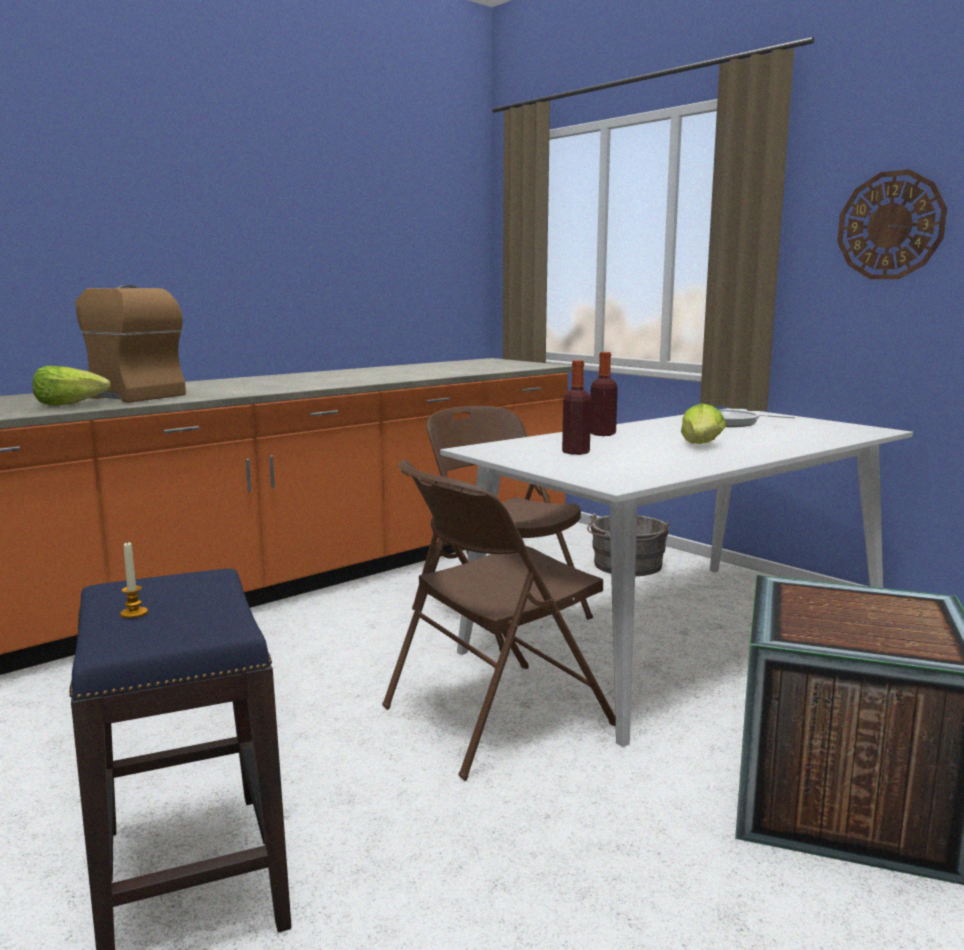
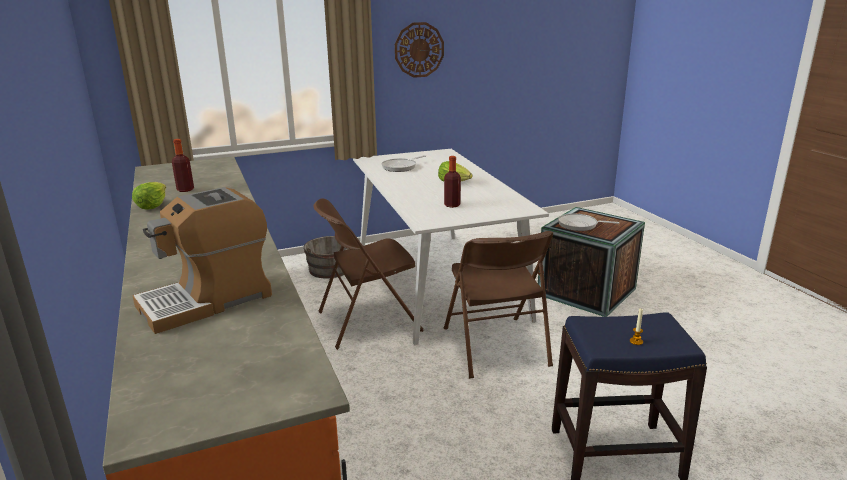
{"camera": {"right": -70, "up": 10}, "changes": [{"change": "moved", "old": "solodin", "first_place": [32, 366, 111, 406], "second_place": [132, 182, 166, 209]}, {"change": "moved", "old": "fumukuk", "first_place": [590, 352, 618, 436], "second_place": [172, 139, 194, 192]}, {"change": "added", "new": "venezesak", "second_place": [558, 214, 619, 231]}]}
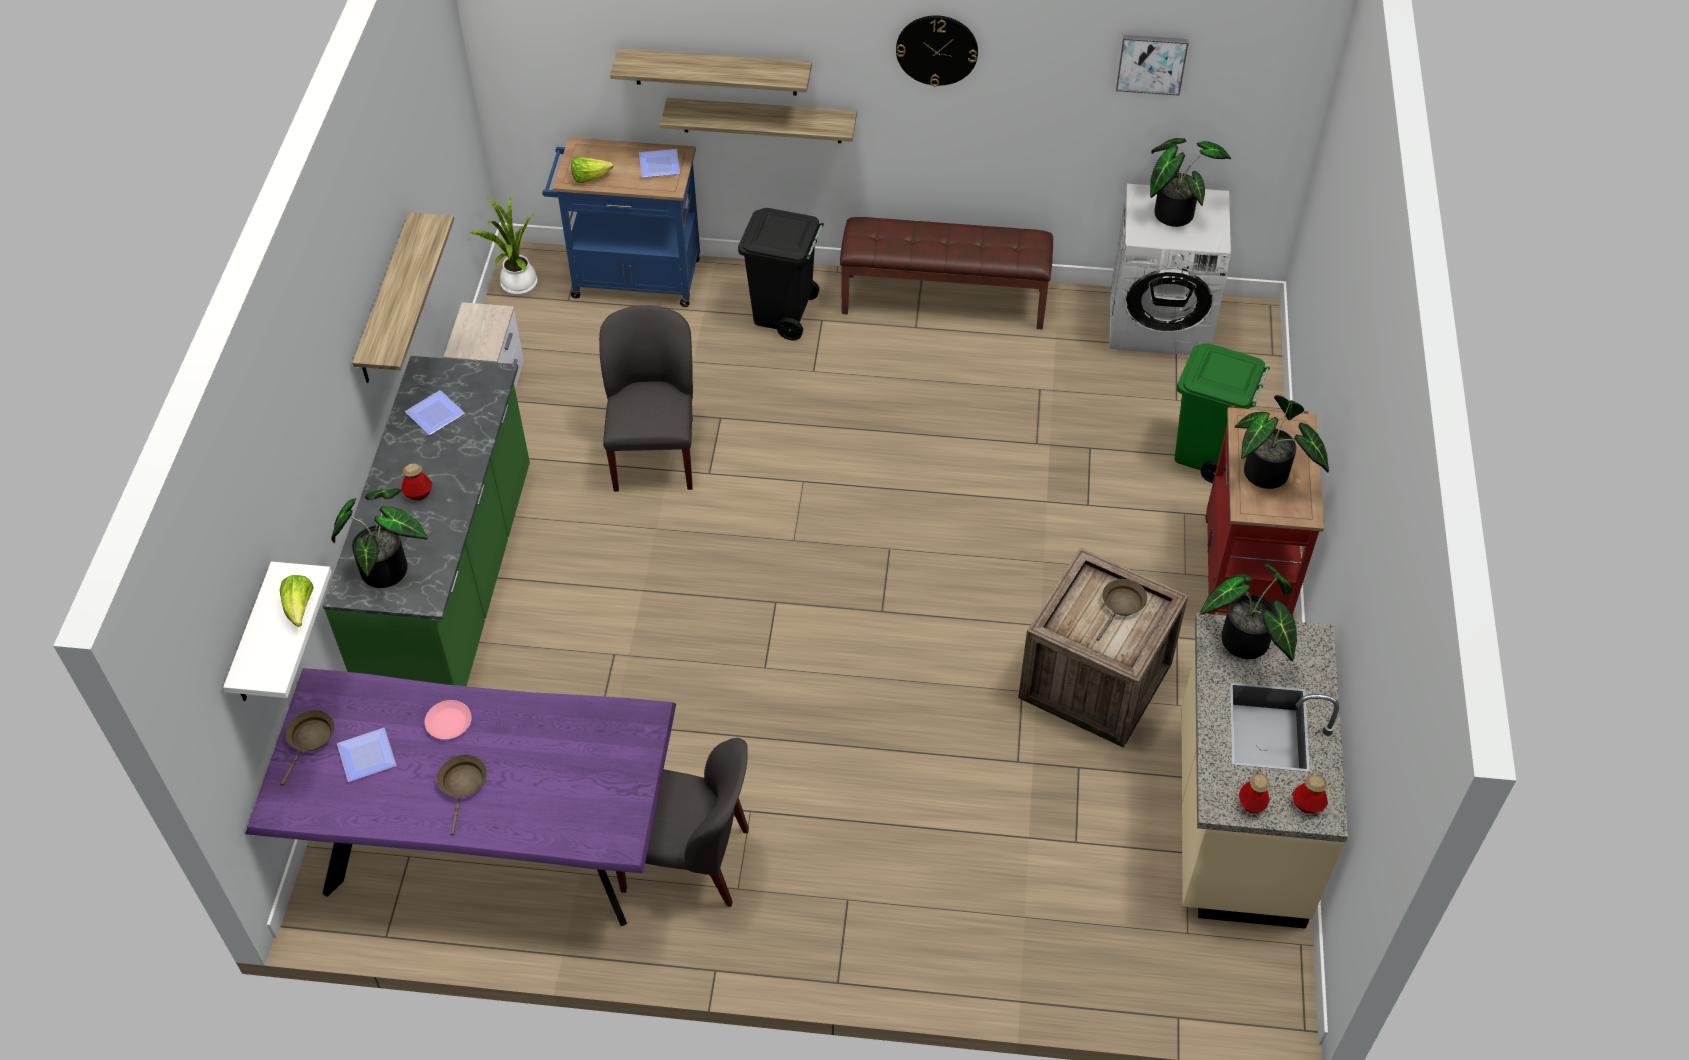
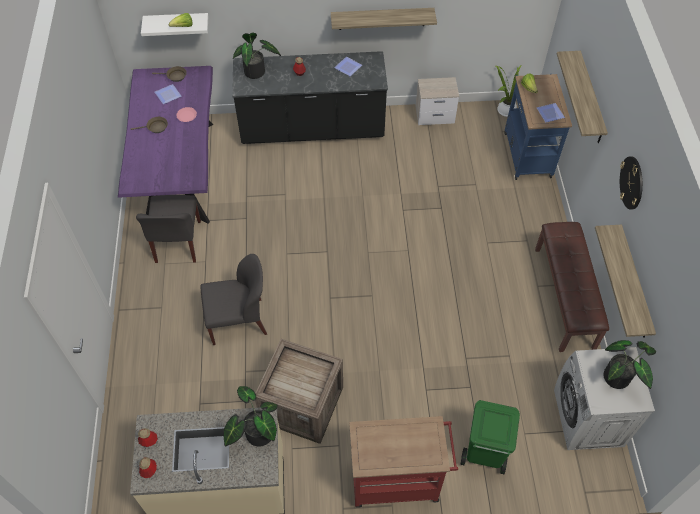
{"camera": {"right": 80, "up": 5}, "changes": [{"change": "moved", "old": "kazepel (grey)", "first_place": [599, 305, 693, 492], "second_place": [200, 254, 267, 345]}, {"change": "recoloured", "old": "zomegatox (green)", "new": "zomegatox (black)", "first_place": [323, 356, 530, 686], "second_place": [232, 51, 388, 144]}, {"change": "moved", "old": "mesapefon", "first_place": [660, 98, 857, 143], "second_place": [595, 225, 656, 338]}, {"change": "removed", "old": "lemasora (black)", "first_place": [738, 208, 824, 340]}, {"change": "removed", "old": "venezesak (brown)", "first_place": [1096, 579, 1147, 641]}, {"change": "removed", "old": "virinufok", "first_place": [1116, 35, 1189, 96]}, {"change": "removed", "old": "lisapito", "first_place": [1235, 395, 1329, 489]}]}
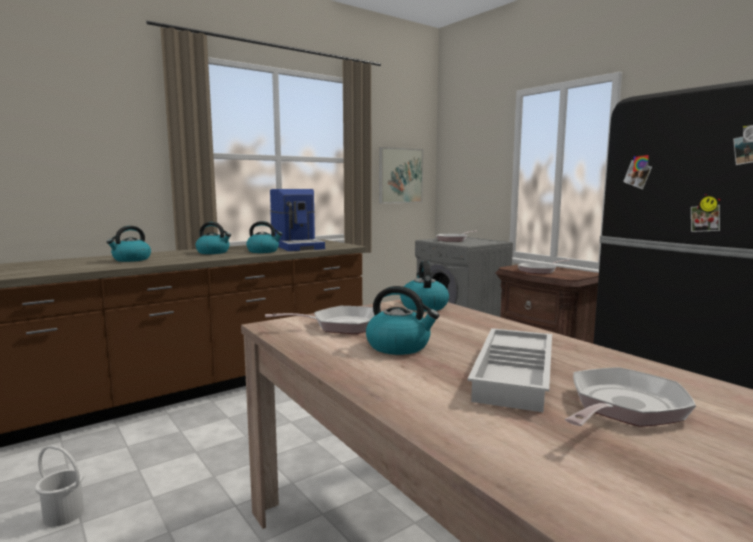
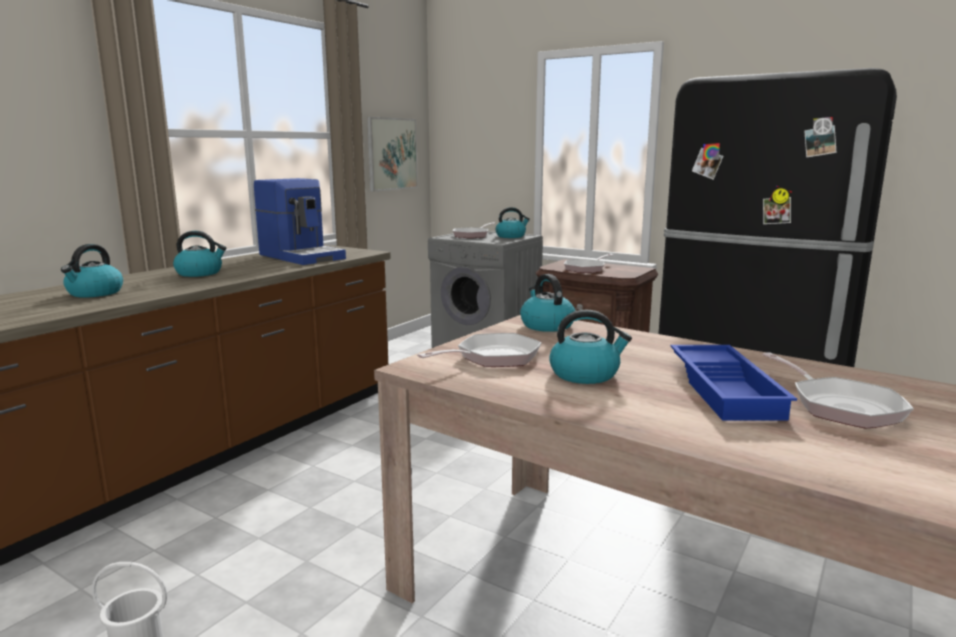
{"camera": {"right": -20, "up": 5}, "changes": [{"change": "moved", "old": "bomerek", "first_place": [246, 221, 283, 253], "second_place": [496, 207, 530, 238]}, {"change": "recoloured", "old": "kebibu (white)", "new": "kebibu (blue)", "first_place": [467, 328, 552, 412], "second_place": [670, 345, 797, 420]}, {"change": "turned", "old": "venezesak", "first_place": [565, 367, 696, 427], "second_place": [762, 352, 914, 429], "degrees": 135}]}
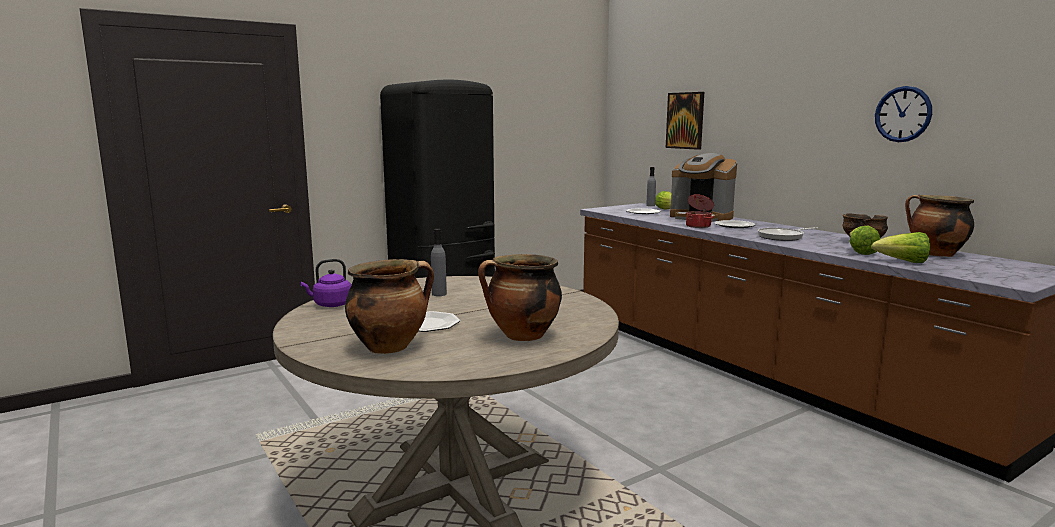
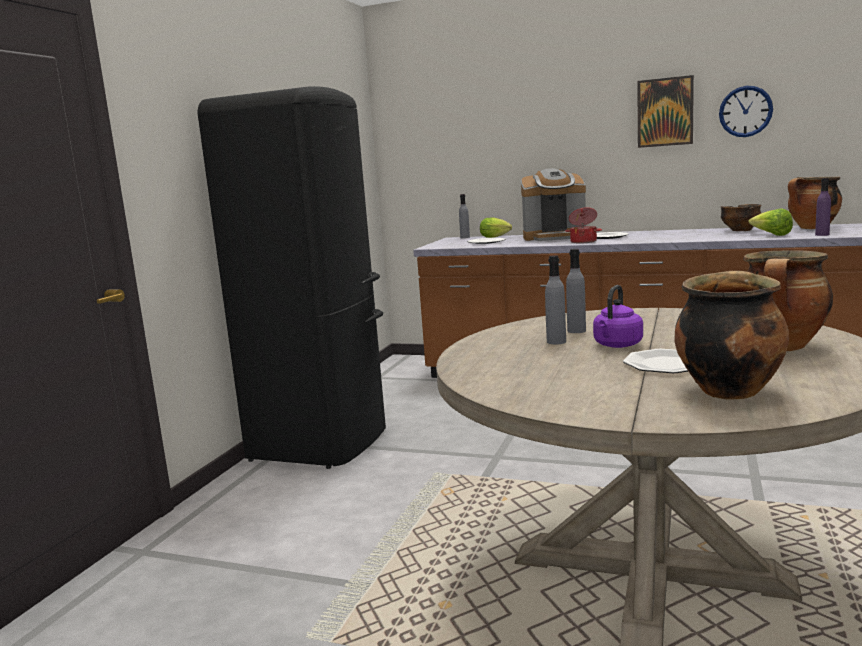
{"camera": {"right": -35, "up": 0}, "changes": [{"change": "added", "new": "fumukuk (grey)", "second_place": [566, 249, 586, 333]}, {"change": "moved", "old": "bomerek (purple)", "first_place": [300, 259, 351, 307], "second_place": [593, 285, 643, 348]}, {"change": "moved", "old": "virinufok", "first_place": [666, 92, 704, 150], "second_place": [637, 75, 694, 148]}, {"change": "replaced", "old": "solodin", "new": "fumukuk (purple)", "first_place": [871, 232, 930, 263], "second_place": [815, 178, 831, 236]}, {"change": "removed", "old": "venezesak", "first_place": [758, 227, 818, 241]}]}
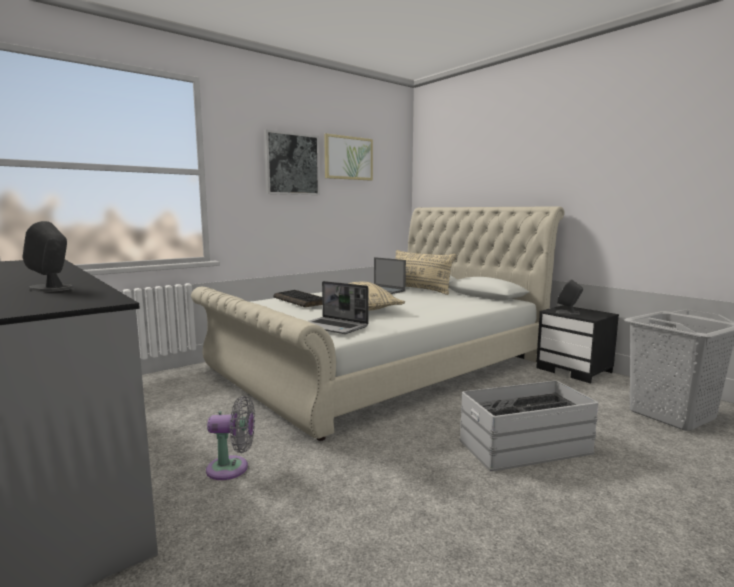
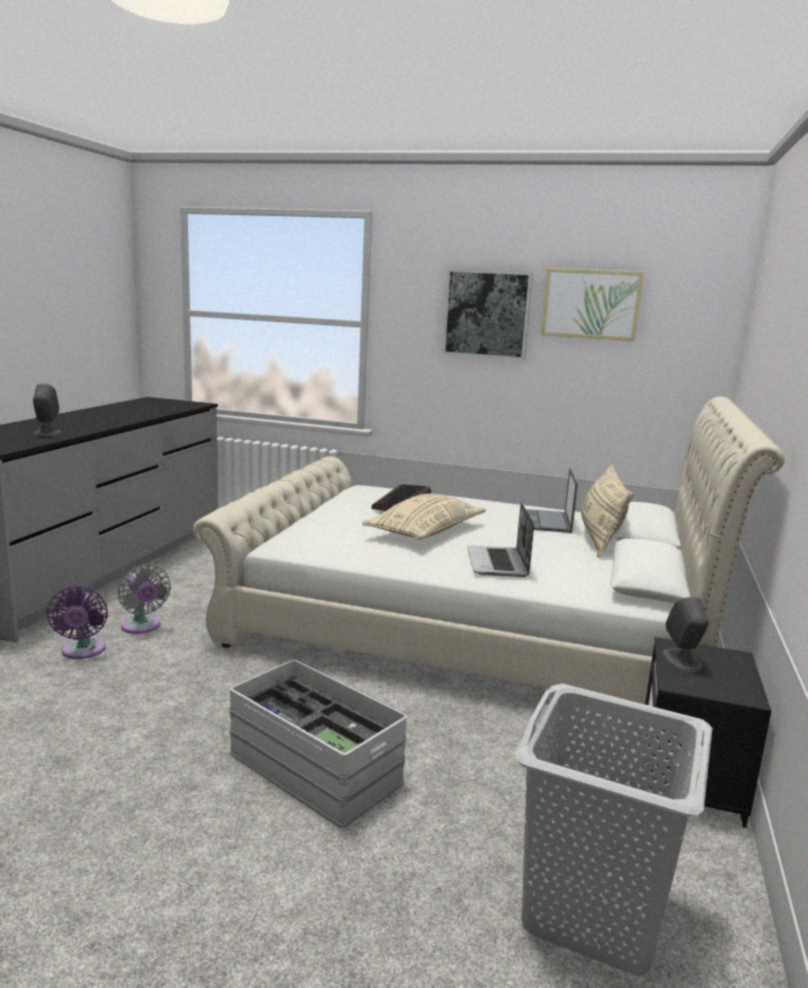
{"camera": {"right": 55, "up": 5}, "changes": [{"change": "added", "new": "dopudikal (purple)", "second_place": [46, 586, 108, 659]}, {"change": "moved", "old": "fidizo", "first_place": [308, 281, 368, 334], "second_place": [467, 502, 534, 577]}]}
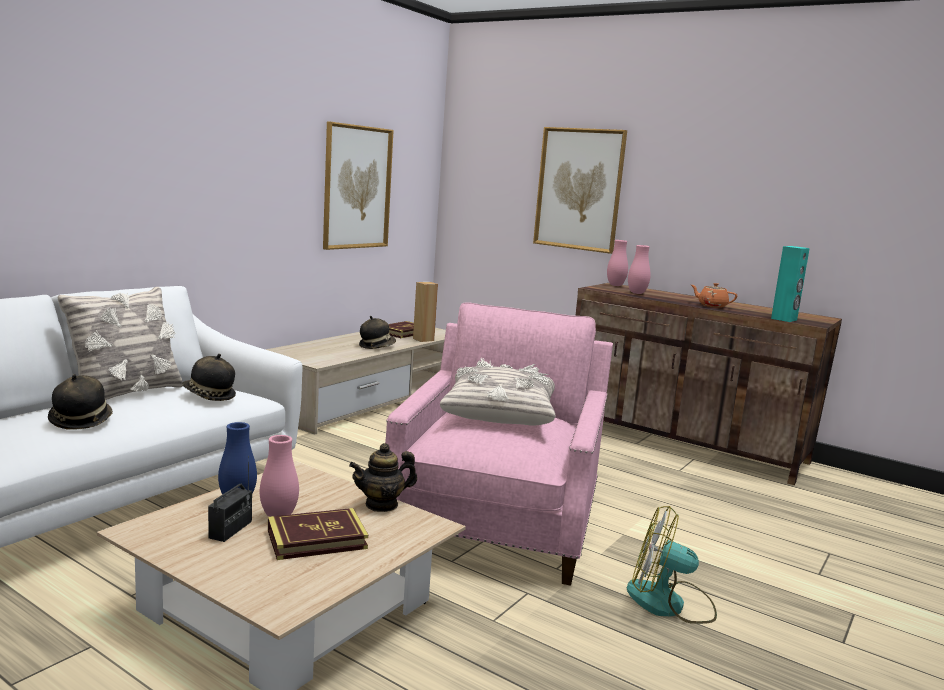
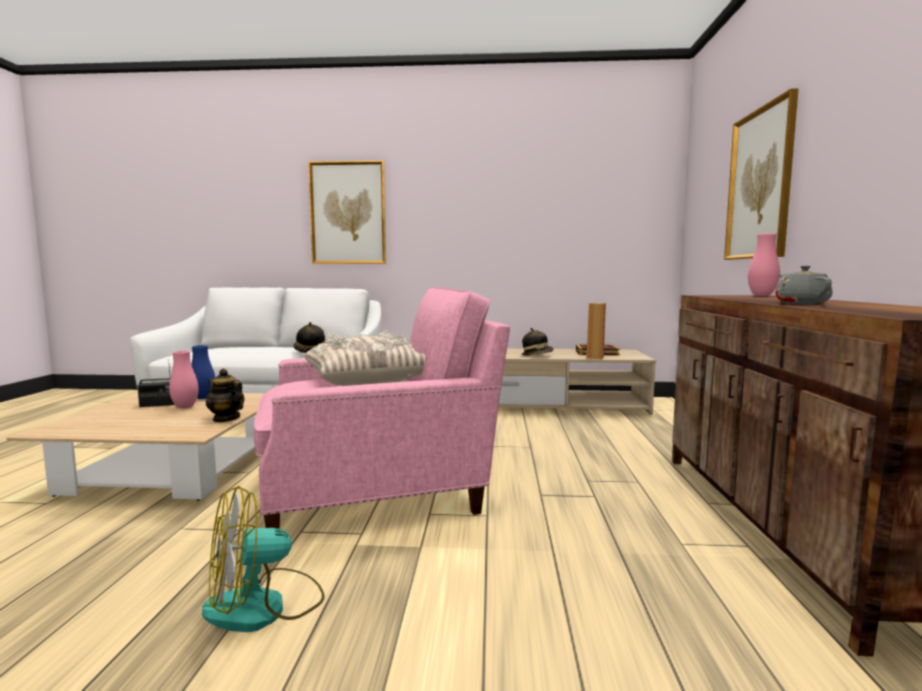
{"camera": {"right": 60, "up": -5}, "changes": [{"change": "turned", "old": "dopudikal", "first_place": [627, 506, 717, 624], "second_place": [202, 486, 325, 632], "degrees": -105}, {"change": "moved", "old": "virinufok", "first_place": [323, 122, 394, 250], "second_place": [308, 161, 386, 264]}, {"change": "recoloured", "old": "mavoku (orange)", "new": "mavoku (grey)", "first_place": [691, 283, 737, 308], "second_place": [775, 266, 833, 304]}, {"change": "removed", "old": "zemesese", "first_place": [48, 374, 113, 430]}, {"change": "removed", "old": "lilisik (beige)", "first_place": [58, 287, 183, 400]}, {"change": "removed", "old": "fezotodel", "first_place": [268, 508, 368, 560]}, {"change": "removed", "old": "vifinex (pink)", "first_place": [628, 245, 651, 294]}, {"change": "removed", "old": "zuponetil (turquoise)", "first_place": [771, 246, 810, 322]}]}
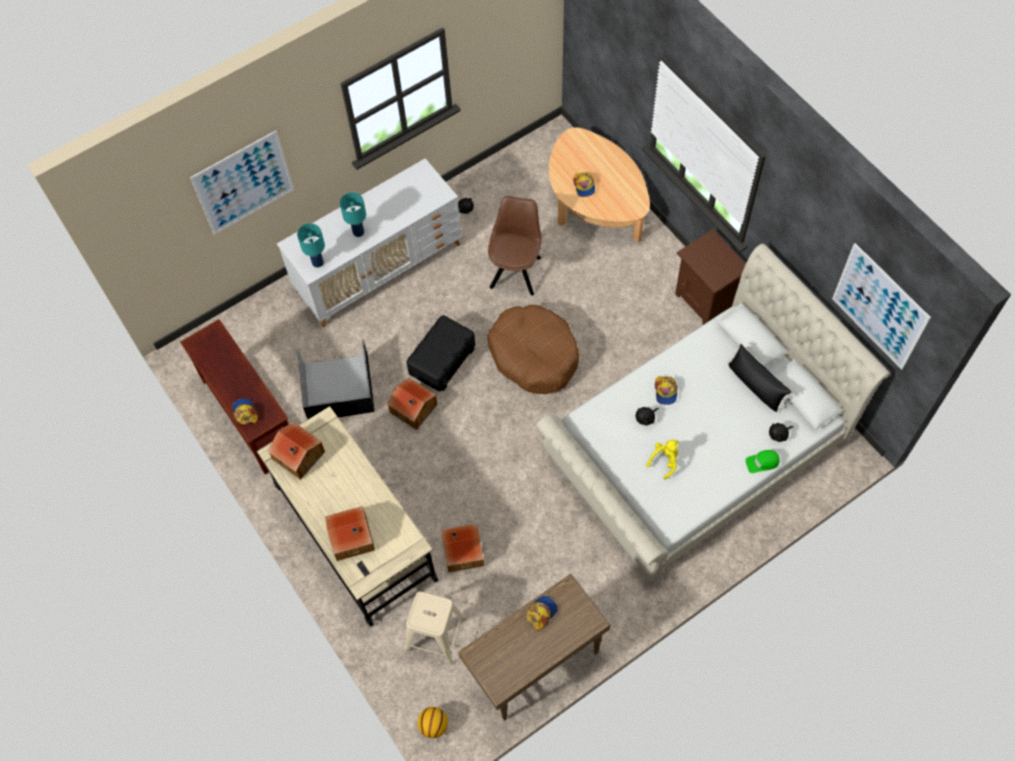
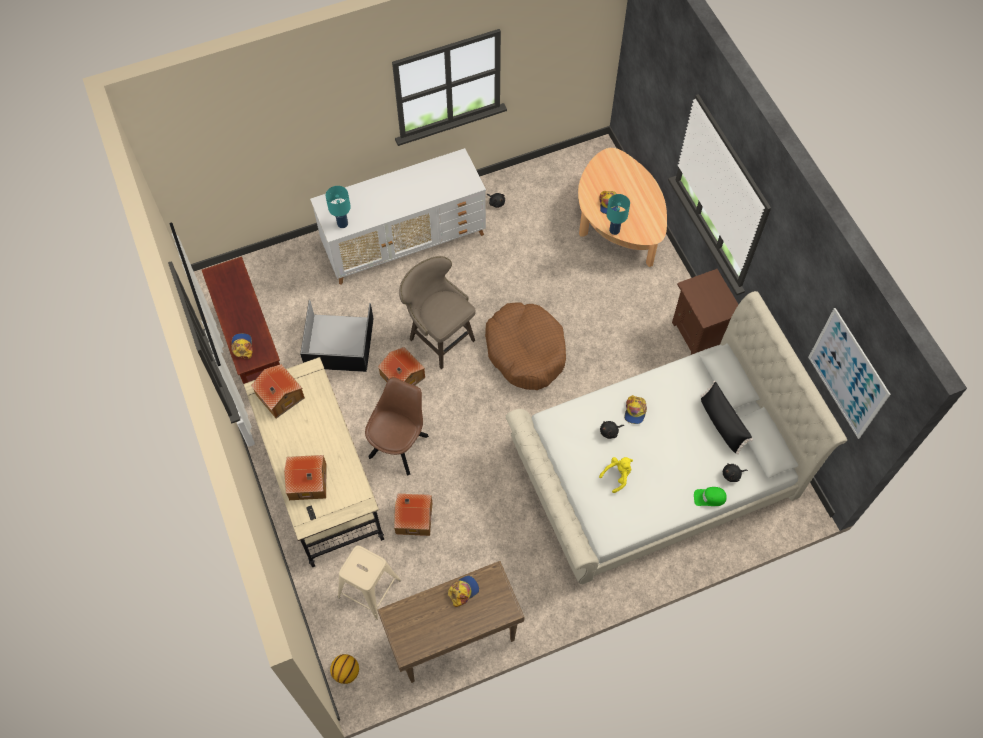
{"camera": {"right": 10, "up": 0}, "changes": [{"change": "moved", "old": "kazepel (brown)", "first_place": [488, 196, 542, 296], "second_place": [365, 377, 429, 476]}, {"change": "replaced", "old": "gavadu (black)", "new": "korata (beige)", "first_place": [407, 315, 476, 391], "second_place": [399, 256, 476, 369]}, {"change": "moved", "old": "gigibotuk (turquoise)", "first_place": [340, 192, 366, 237], "second_place": [607, 194, 630, 235]}, {"change": "removed", "old": "virinufok", "first_place": [190, 131, 294, 235]}]}
